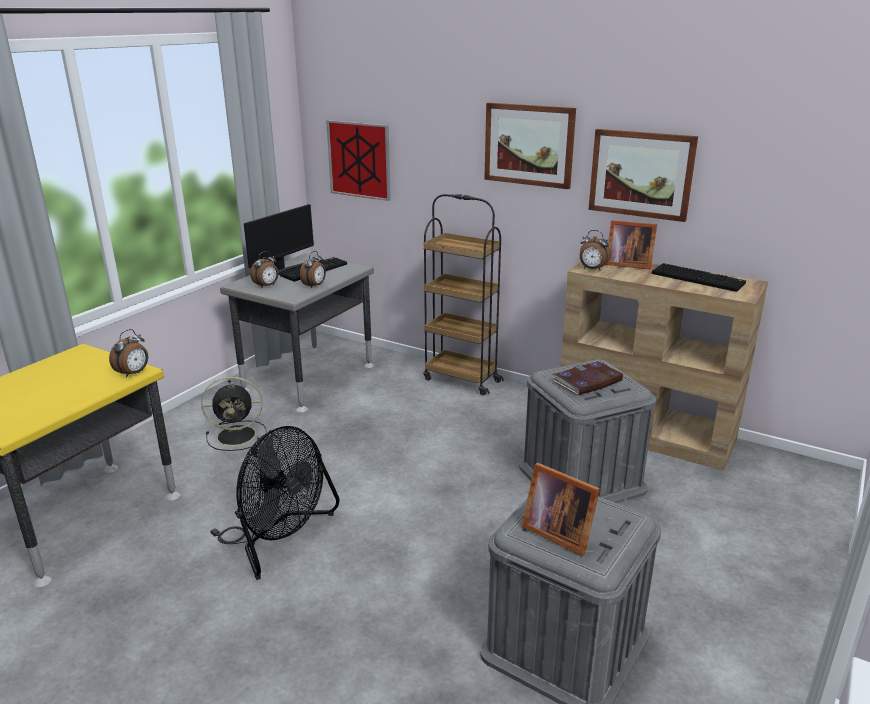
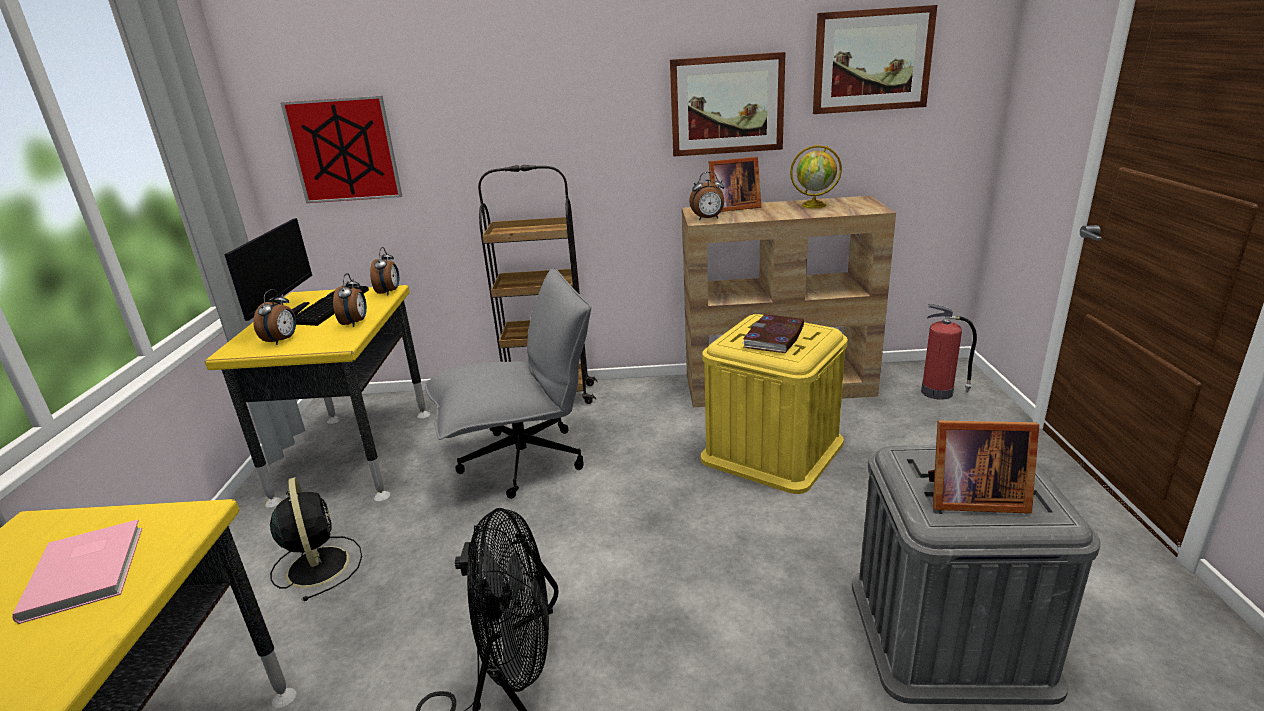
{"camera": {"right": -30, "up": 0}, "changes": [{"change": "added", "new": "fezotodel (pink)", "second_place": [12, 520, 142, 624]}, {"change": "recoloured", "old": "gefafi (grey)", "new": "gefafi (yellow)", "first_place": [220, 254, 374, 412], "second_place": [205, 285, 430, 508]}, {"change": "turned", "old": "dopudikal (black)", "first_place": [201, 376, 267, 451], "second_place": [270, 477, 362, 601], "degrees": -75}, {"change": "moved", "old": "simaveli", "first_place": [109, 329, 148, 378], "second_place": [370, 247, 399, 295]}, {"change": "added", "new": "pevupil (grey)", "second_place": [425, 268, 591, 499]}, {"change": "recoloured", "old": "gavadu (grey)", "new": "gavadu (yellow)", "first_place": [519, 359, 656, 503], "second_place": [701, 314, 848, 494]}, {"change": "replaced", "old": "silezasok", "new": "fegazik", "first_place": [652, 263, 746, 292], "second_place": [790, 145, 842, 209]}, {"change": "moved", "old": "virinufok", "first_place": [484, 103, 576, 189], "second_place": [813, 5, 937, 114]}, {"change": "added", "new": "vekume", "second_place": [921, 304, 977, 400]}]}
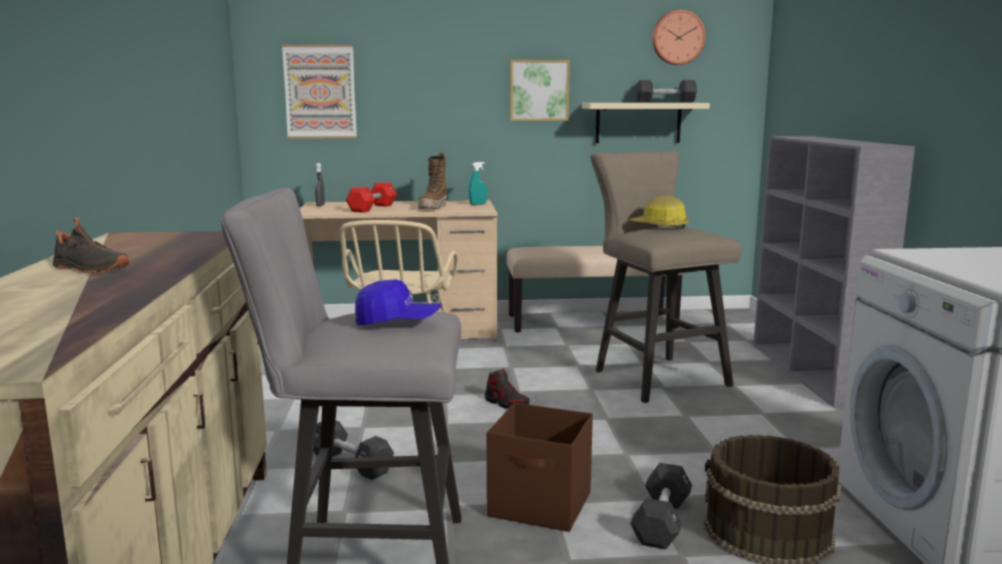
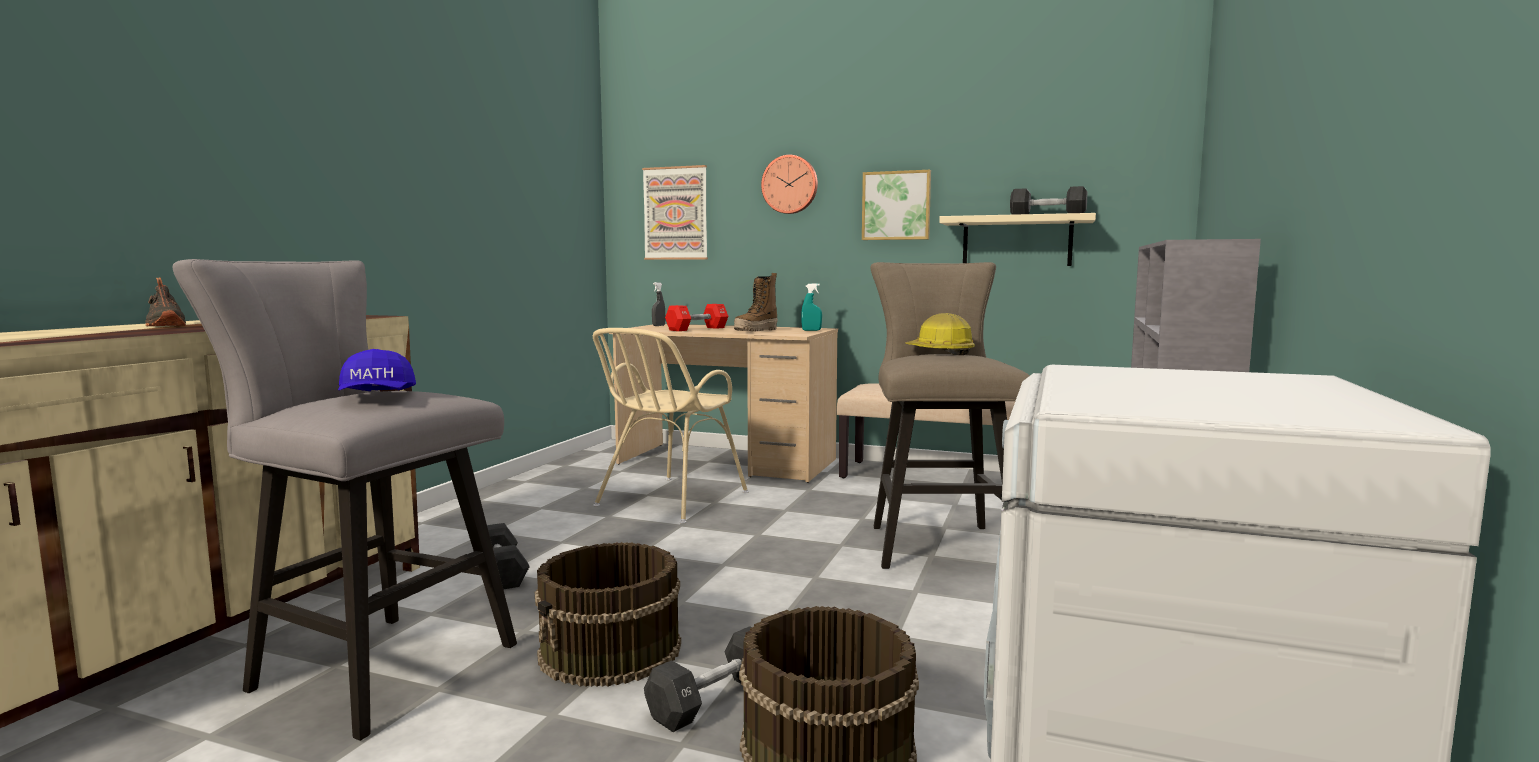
{"camera": {"right": 25, "up": -5}, "changes": [{"change": "turned", "old": "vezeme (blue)", "first_place": [355, 279, 442, 326], "second_place": [338, 349, 416, 391], "degrees": 45}, {"change": "replaced", "old": "gavadu (brown)", "new": "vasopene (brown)", "first_place": [487, 403, 593, 532], "second_place": [535, 542, 681, 687]}, {"change": "moved", "old": "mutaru", "first_place": [652, 10, 706, 65], "second_place": [761, 155, 818, 214]}, {"change": "removed", "old": "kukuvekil", "first_place": [485, 369, 529, 409]}]}
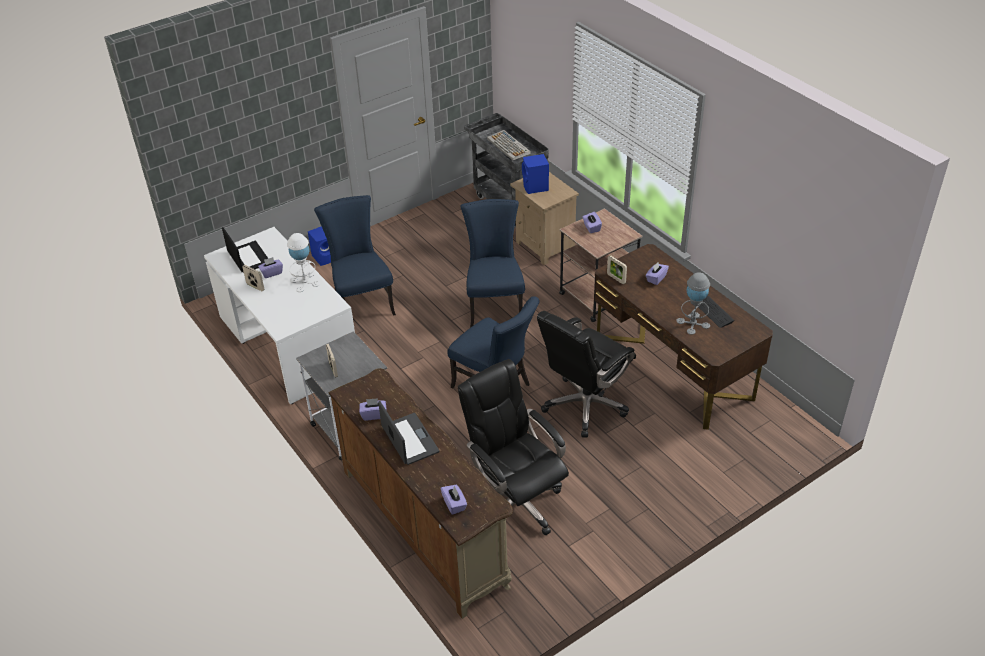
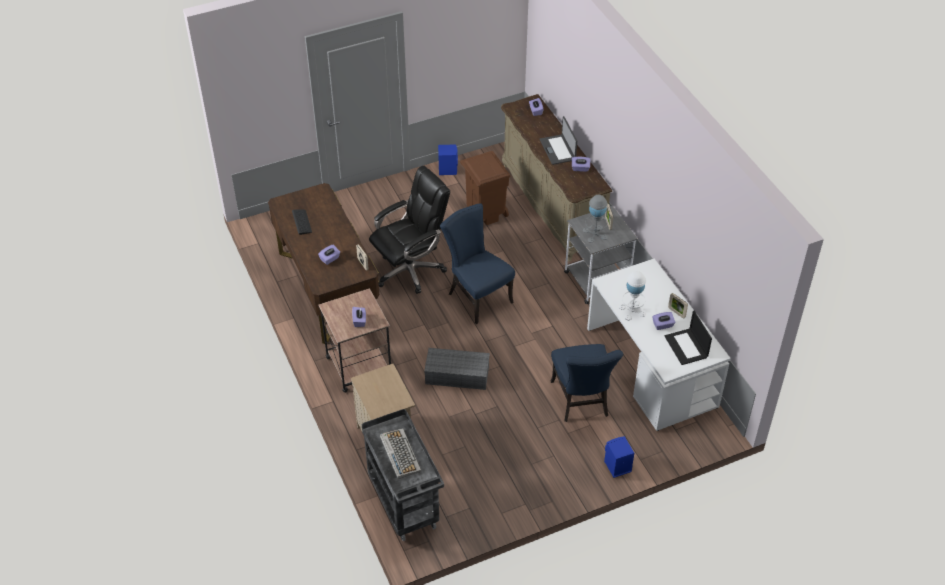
{"camera": {"right": -170, "up": 5}, "changes": [{"change": "replaced", "old": "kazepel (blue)", "new": "gavadu (grey)", "first_place": [461, 199, 525, 328], "second_place": [424, 348, 490, 390]}, {"change": "moved", "old": "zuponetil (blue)", "first_place": [522, 154, 549, 194], "second_place": [438, 144, 458, 175]}, {"change": "replaced", "old": "pevupil (black)", "new": "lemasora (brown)", "first_place": [458, 359, 569, 535], "second_place": [460, 151, 510, 225]}, {"change": "moved", "old": "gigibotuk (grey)", "first_place": [676, 273, 710, 335], "second_place": [583, 195, 608, 243]}]}
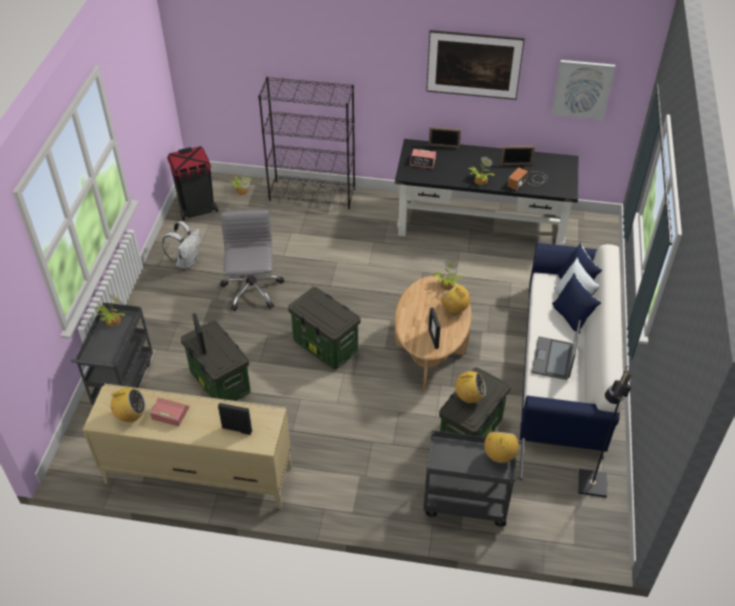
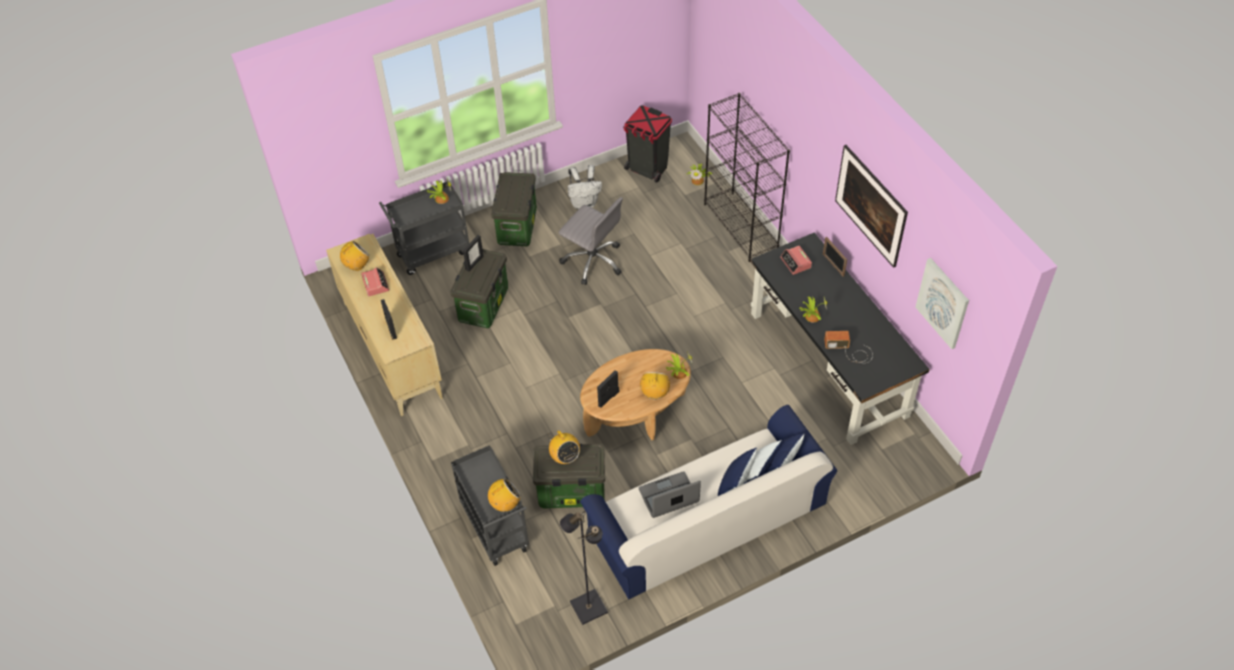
{"camera": {"right": 55, "up": 5}, "changes": [{"change": "turned", "old": "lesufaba", "first_place": [110, 388, 146, 422], "second_place": [340, 241, 369, 271], "degrees": -90}, {"change": "moved", "old": "gavadu", "first_place": [288, 287, 360, 369], "second_place": [491, 172, 537, 246]}, {"change": "turned", "old": "pevupil (grey)", "first_place": [220, 210, 284, 311], "second_place": [559, 197, 623, 285], "degrees": 75}, {"change": "removed", "old": "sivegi", "first_place": [501, 146, 535, 166]}]}
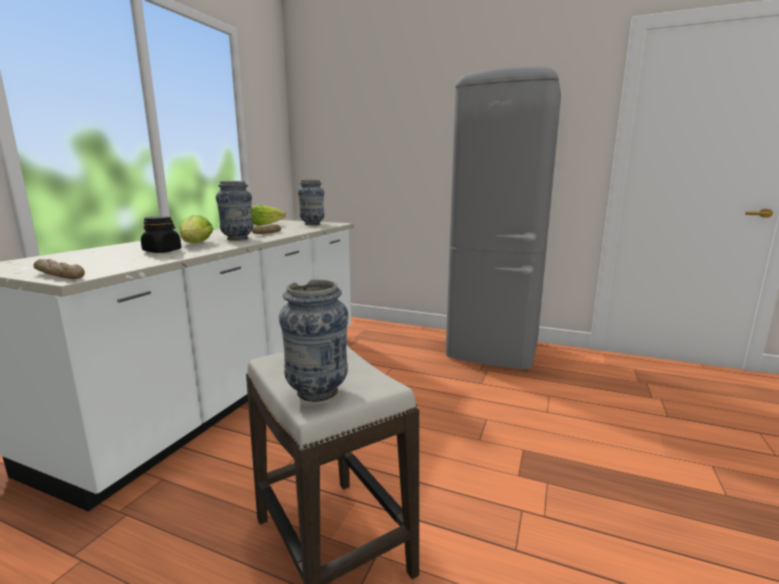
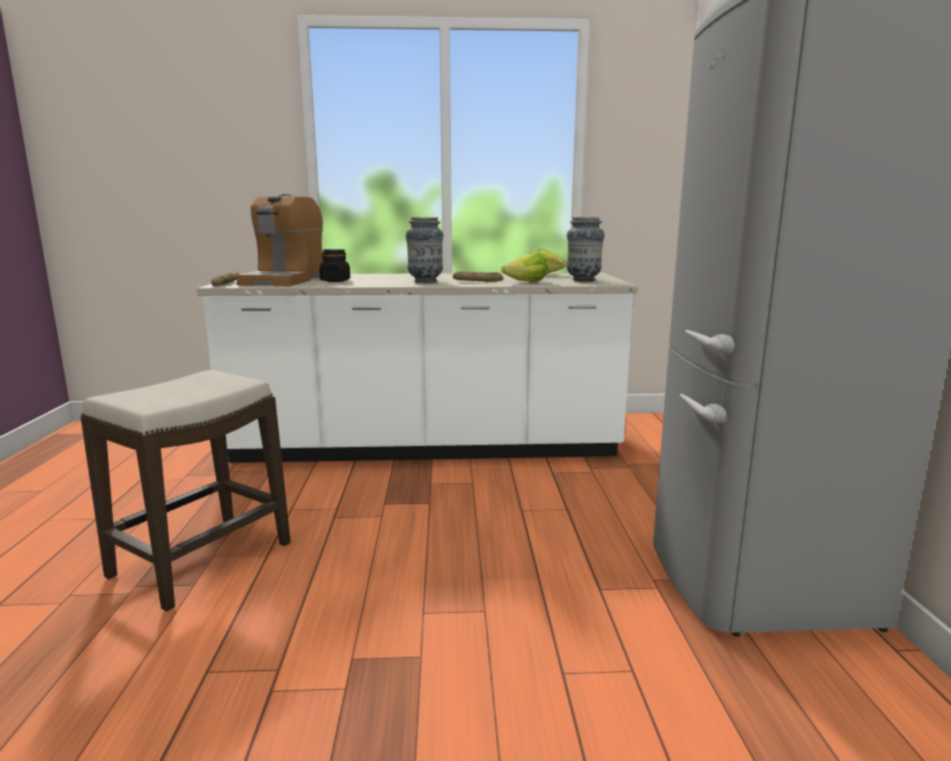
{"camera": {"right": 65, "up": 0}, "changes": [{"change": "added", "new": "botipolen", "second_place": [236, 194, 323, 286]}, {"change": "moved", "old": "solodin", "first_place": [180, 215, 213, 243], "second_place": [501, 253, 548, 282]}, {"change": "removed", "old": "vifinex", "first_place": [279, 279, 348, 402]}]}
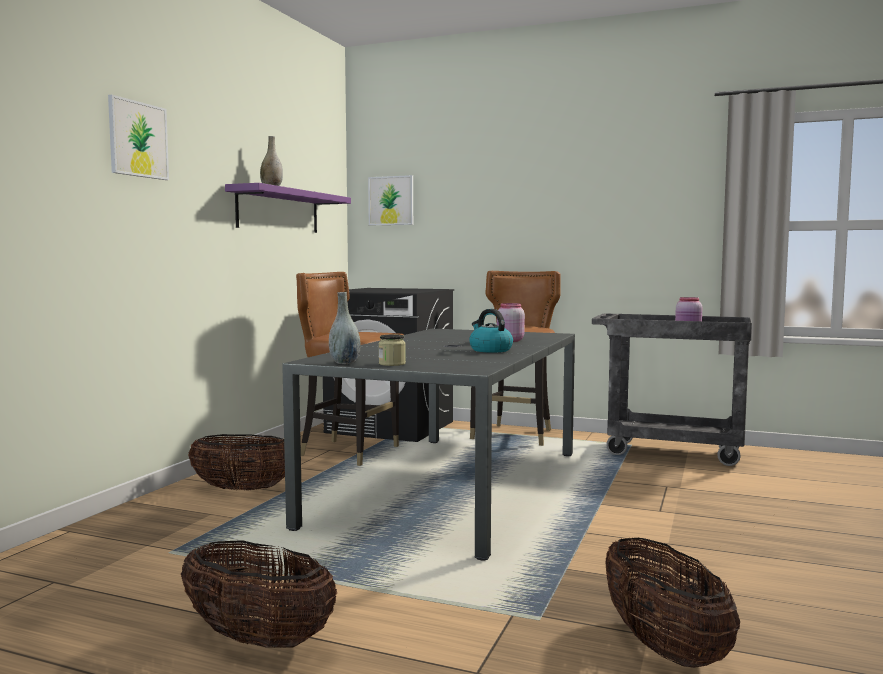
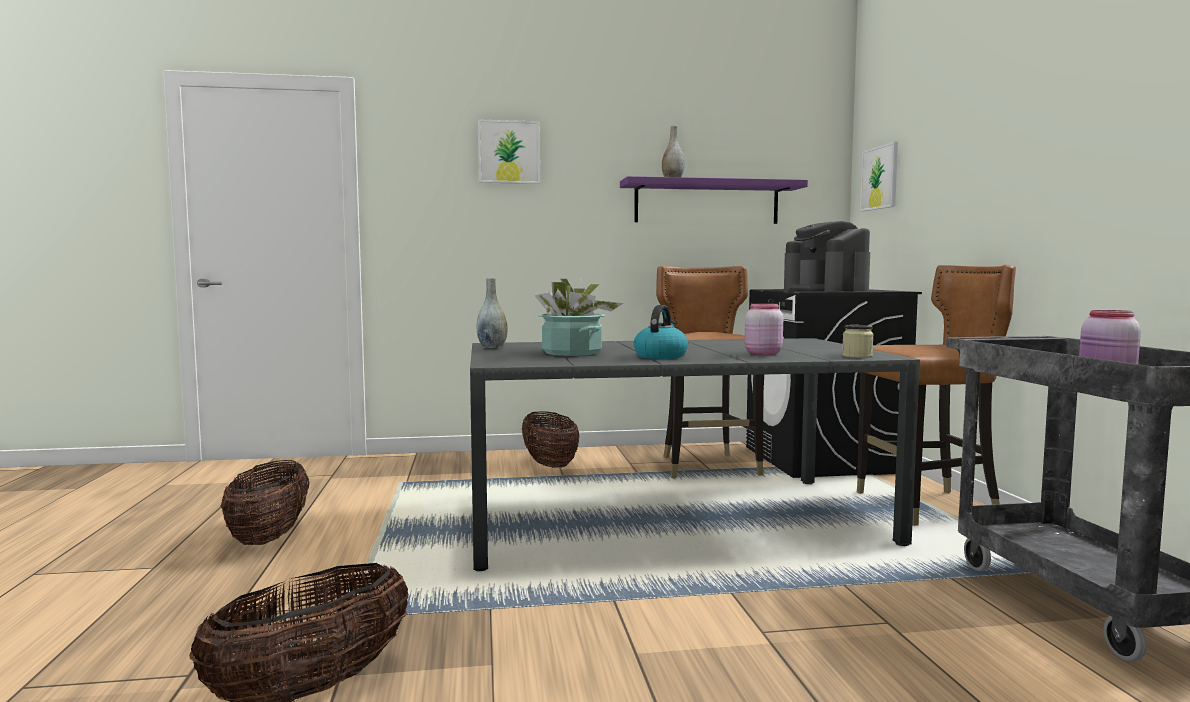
{"camera": {"right": 60, "up": 0}, "changes": [{"change": "added", "new": "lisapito", "second_place": [534, 278, 623, 356]}, {"change": "added", "new": "botipolen", "second_place": [784, 221, 870, 291]}, {"change": "moved", "old": "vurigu", "first_place": [379, 334, 406, 366], "second_place": [842, 325, 874, 358]}]}
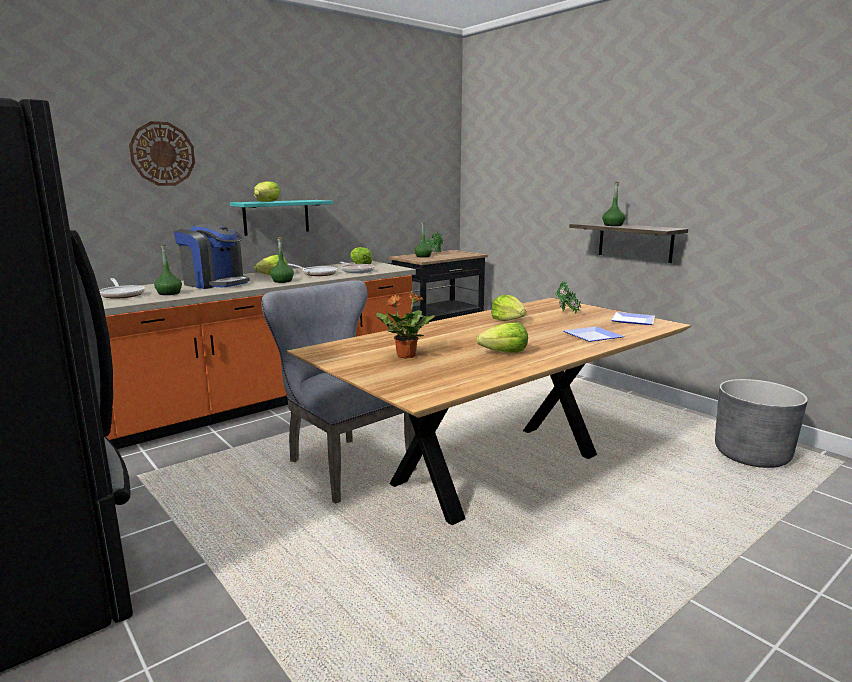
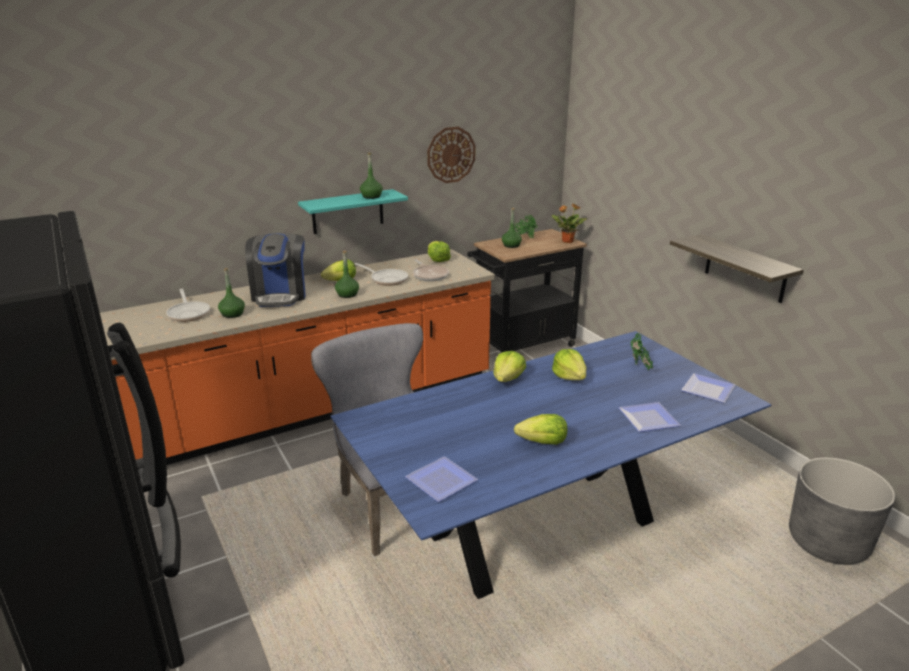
{"camera": {"right": 10, "up": 10}, "changes": [{"change": "turned", "old": "botipolen", "first_place": [174, 224, 250, 289], "second_place": [245, 233, 306, 307], "degrees": 45}, {"change": "recoloured", "old": "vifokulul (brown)", "new": "vifokulul (blue)", "first_place": [287, 298, 691, 525], "second_place": [330, 331, 772, 599]}, {"change": "moved", "old": "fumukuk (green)", "first_place": [602, 182, 626, 226], "second_place": [360, 152, 383, 199]}, {"change": "added", "new": "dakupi", "second_place": [405, 456, 478, 502]}, {"change": "moved", "old": "mutaru", "first_place": [129, 121, 195, 186], "second_place": [427, 127, 476, 183]}, {"change": "moved", "old": "solodin", "first_place": [254, 181, 280, 202], "second_place": [493, 351, 526, 382]}, {"change": "moved", "old": "lisapito", "first_place": [376, 292, 435, 359], "second_place": [552, 204, 587, 243]}]}
